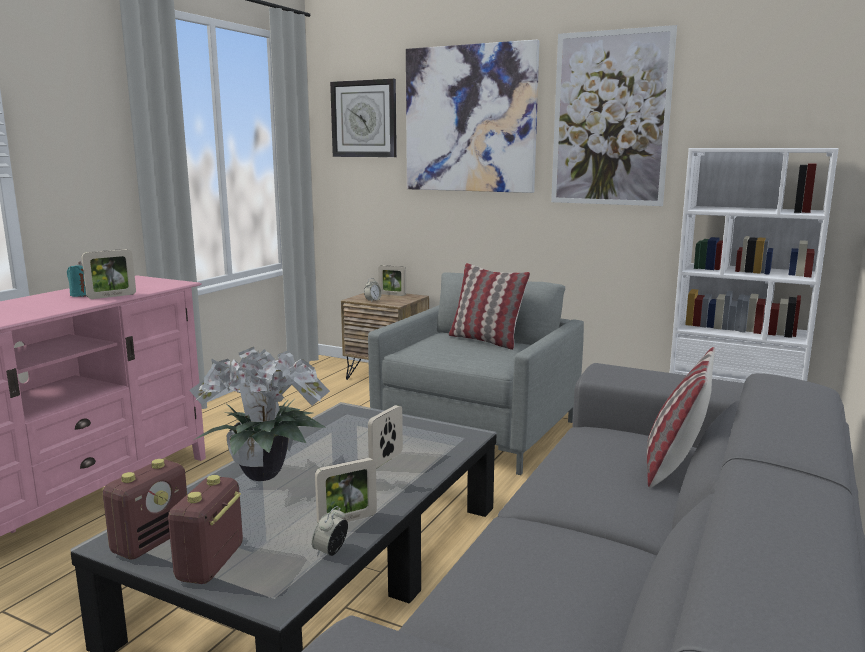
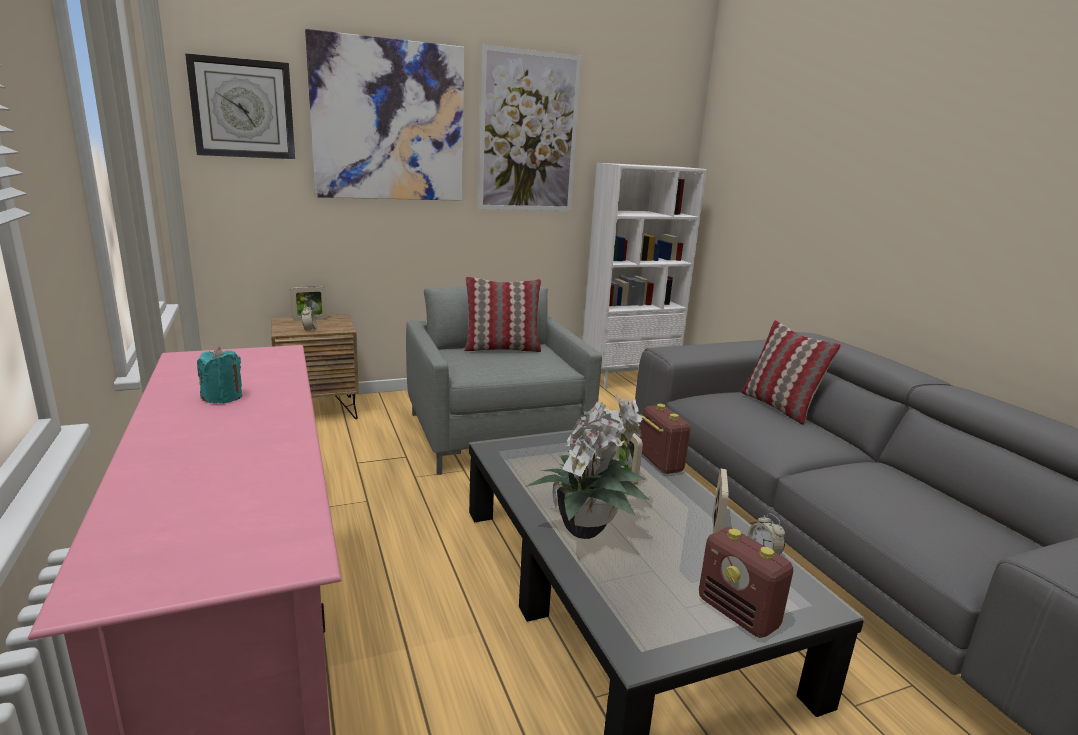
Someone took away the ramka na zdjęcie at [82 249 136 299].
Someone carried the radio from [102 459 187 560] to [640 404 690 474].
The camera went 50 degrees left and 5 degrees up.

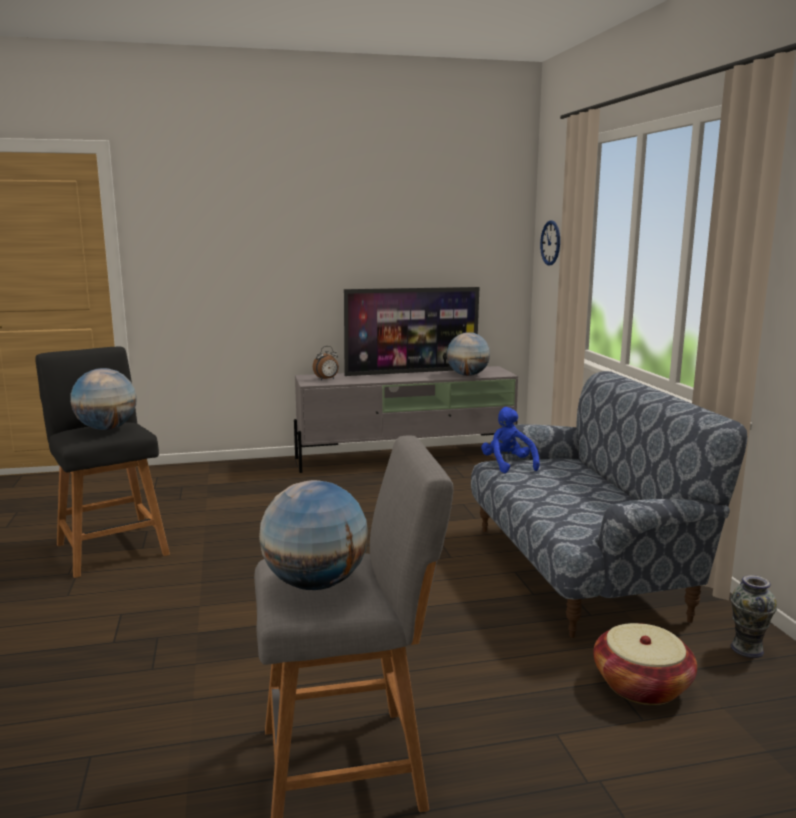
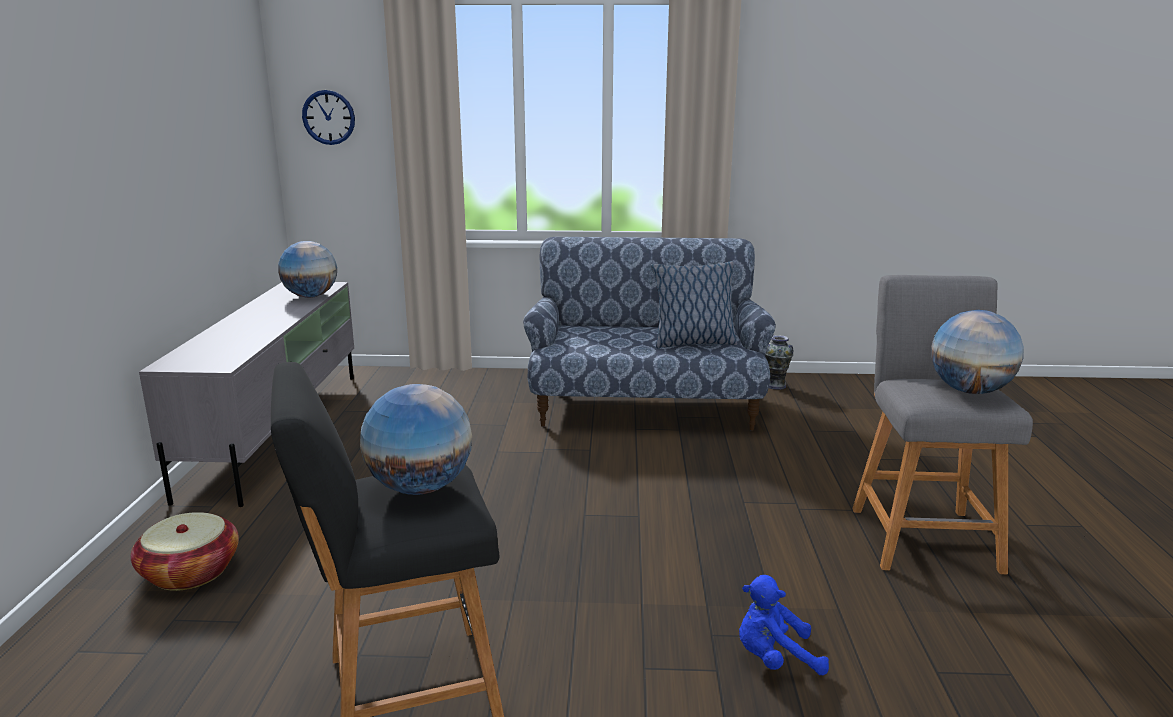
Someone took away the budzik at [313 346 339 380].
Someone took away the telewizor at [344 287 479 376].
Someone put down the poduszka at [651 261 738 349].
Someone carried the pluszak (niebieski) from [481 407 540 473] to [739 575 829 676].
Someone carried the koszyk from [593 623 697 705] to [130 512 239 591].
The camera went 75 degrees left and 5 degrees up.

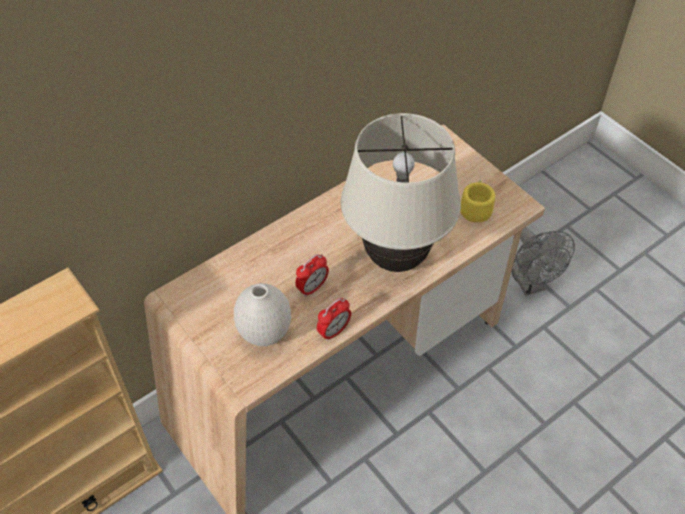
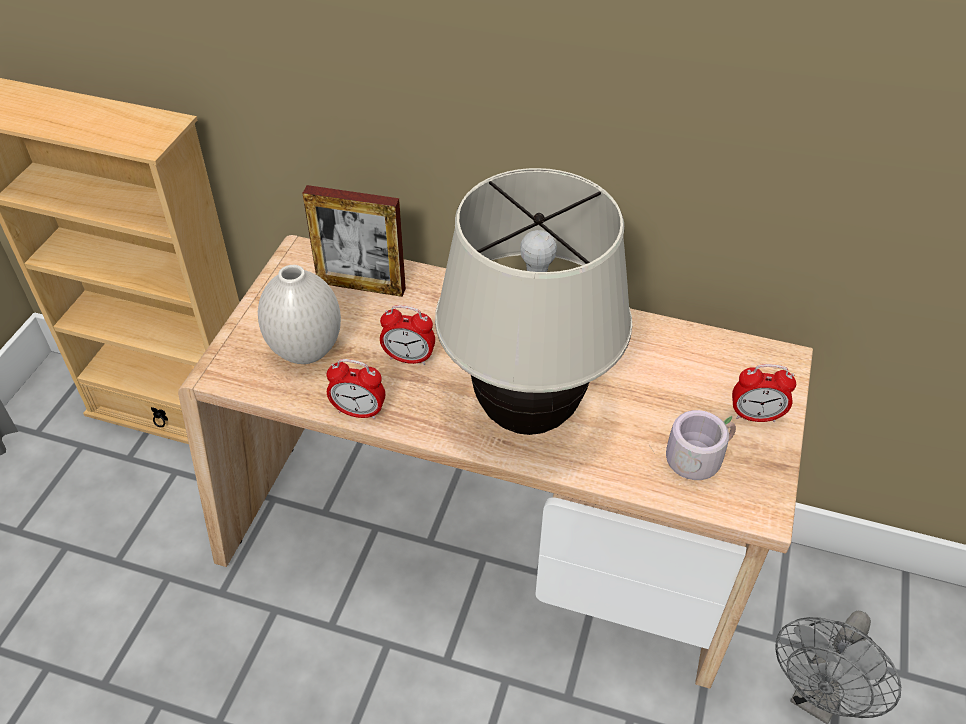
Someone put down the ramka na zdjęcie at [302 185 406 297].
Someone put down the budzik at [732 364 796 422].
Someone repainted the kubek (żółty) at [460 177 495 223], which became the kubek (szary) at [651 410 736 480].
The camera went 55 degrees right and 5 degrees down.

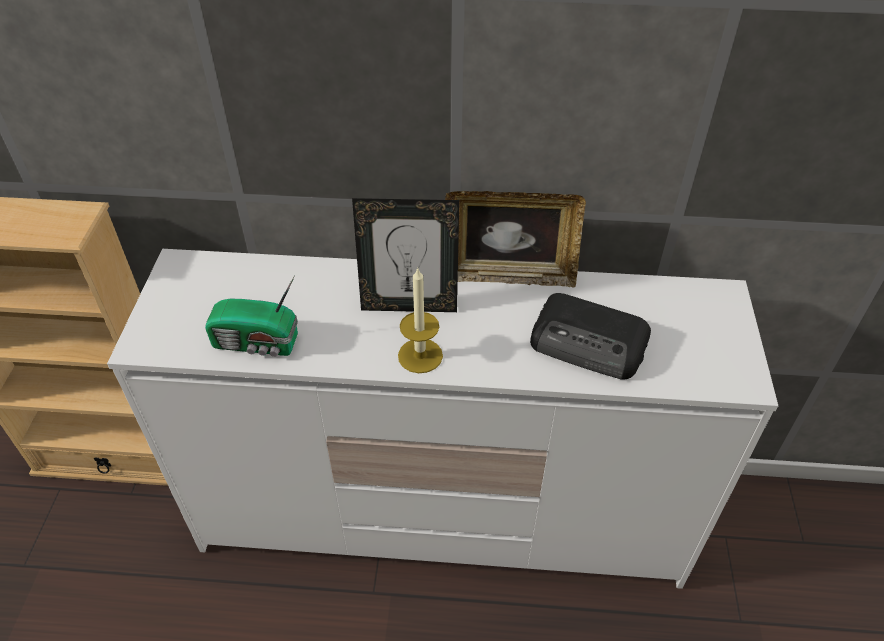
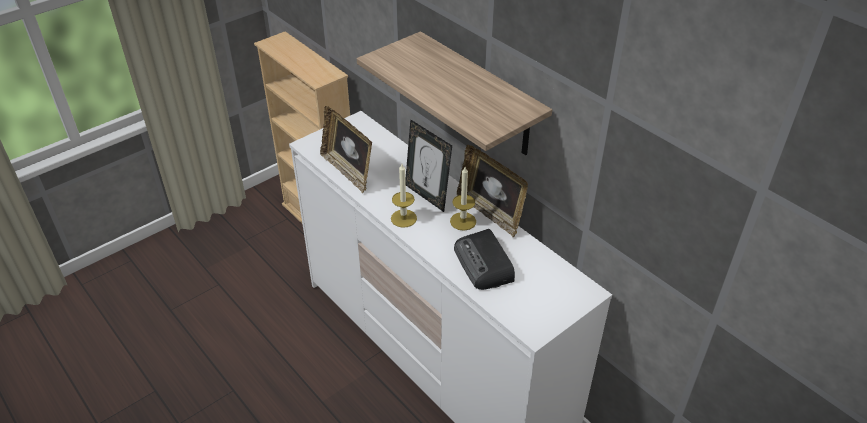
Someone put up the półka at [357 31 552 155].
Someone put down the świeca at [450 167 476 231].
Someone swapped the radio at [205 275 298 357] for the ramka na zdjęcie at [320 106 372 194].
The camera went 45 degrees right and 5 degrees down.

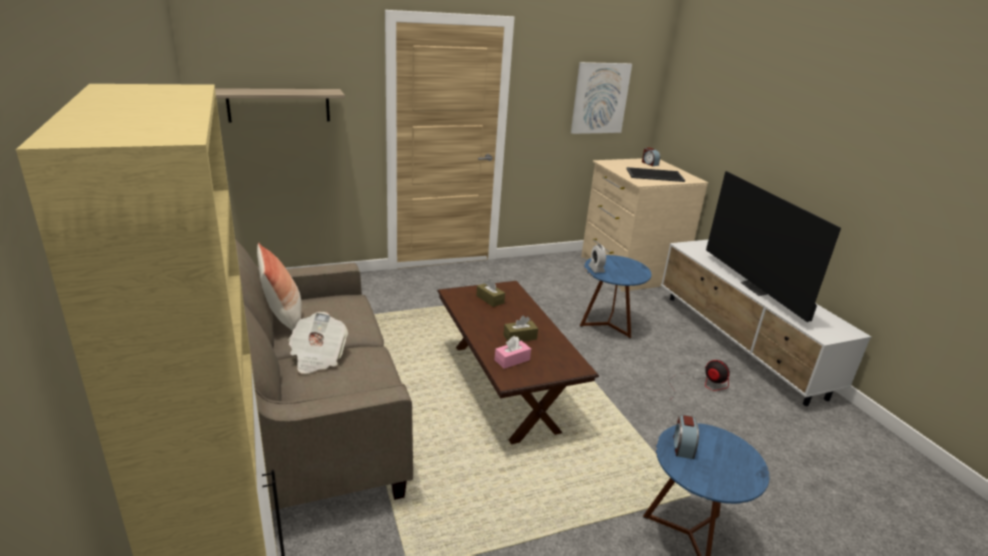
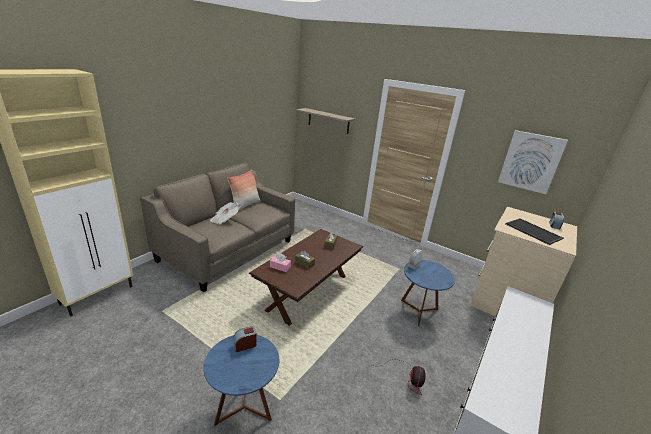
Someone took away the telewizor at [706 171 841 322].
The camera went 55 degrees right and 0 degrees up.

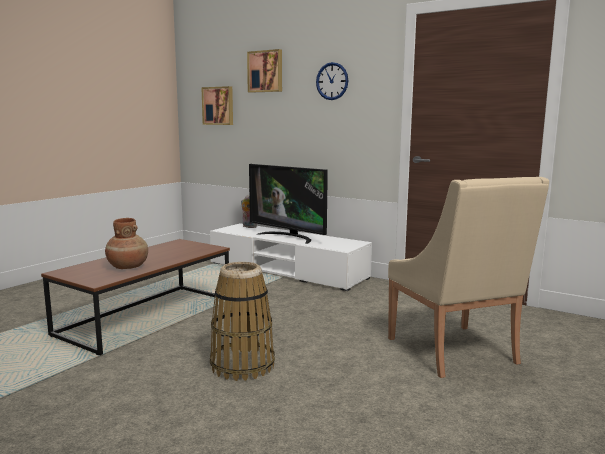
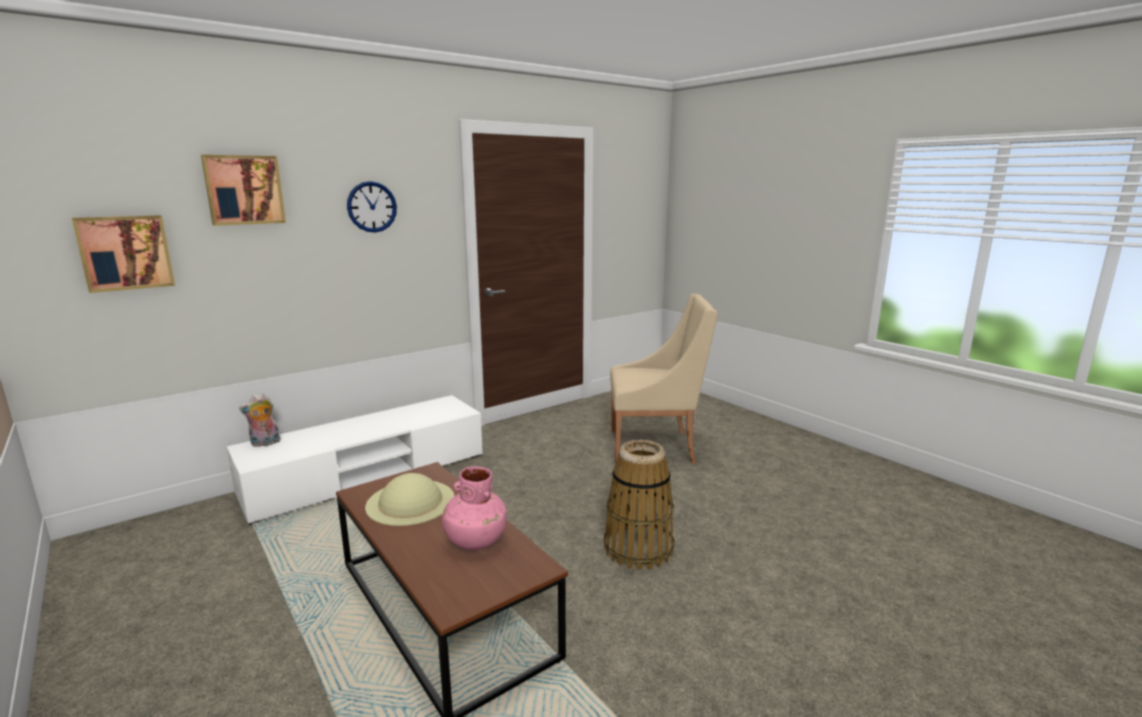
Someone took away the telewizor at [249 164 328 244].
Someone put down the kapelusz (beżowy) at [365 473 454 526].
Someone repainted the wazon (brązowy) at [105 218 148 269], which became the wazon (różowy) at [442 466 507 550].
The camera went 70 degrees left and 5 degrees up.

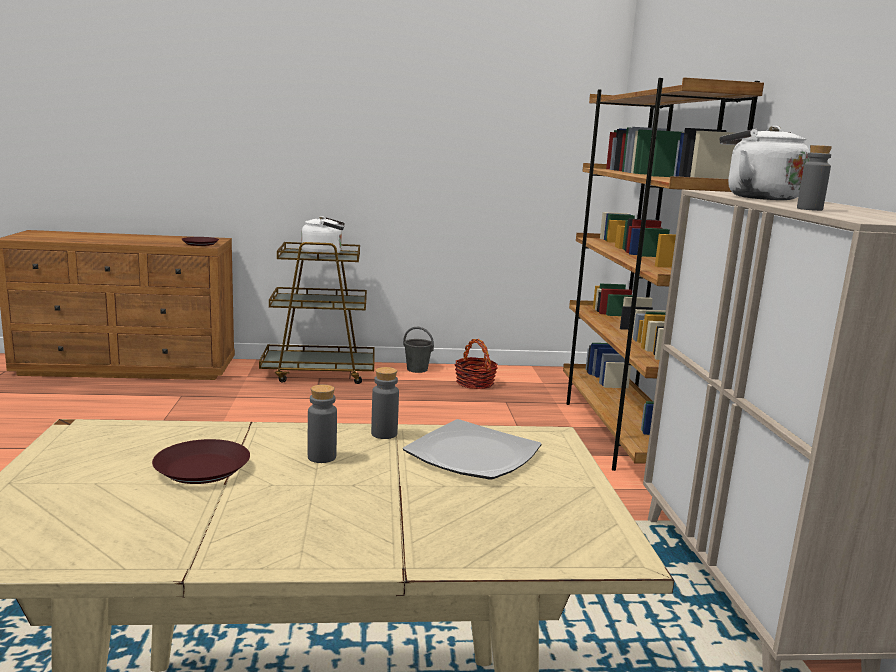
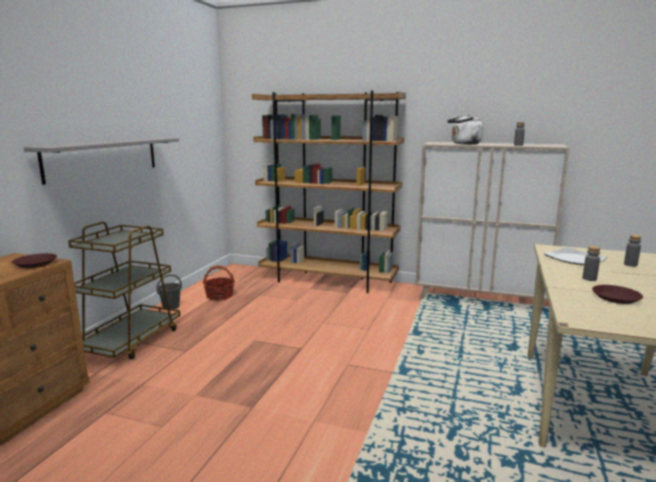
Someone took away the czajnik (biały) at [301 216 345 257].
Someone put up the półka (szary) at [23 138 179 185].
Someone carried the butelka (szary) from [371 367 399 439] to [624 235 641 267].
The camera went 65 degrees left and 0 degrees up.

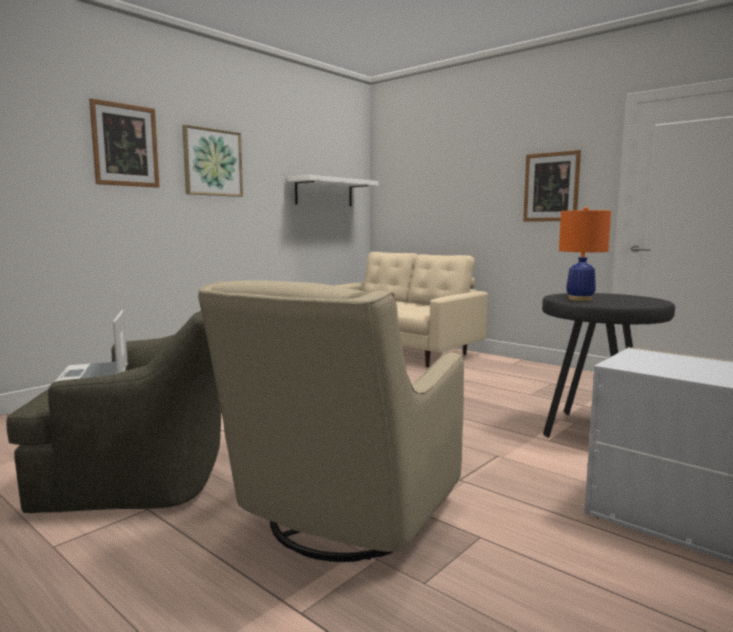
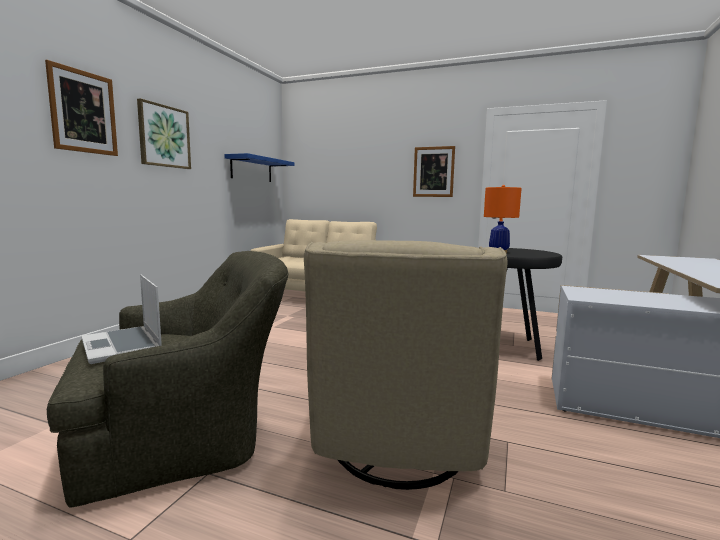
Someone repainted the półka (biały) at [287 175 379 206], which became the półka (niebieski) at [224 153 295 182].
The camera went 20 degrees left and 0 degrees up.

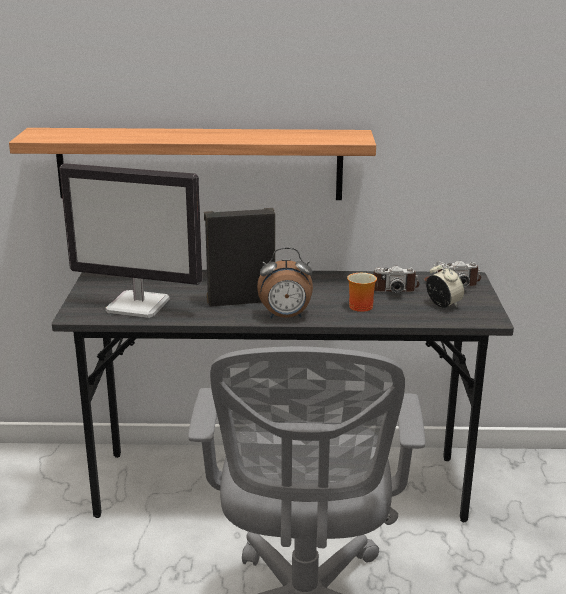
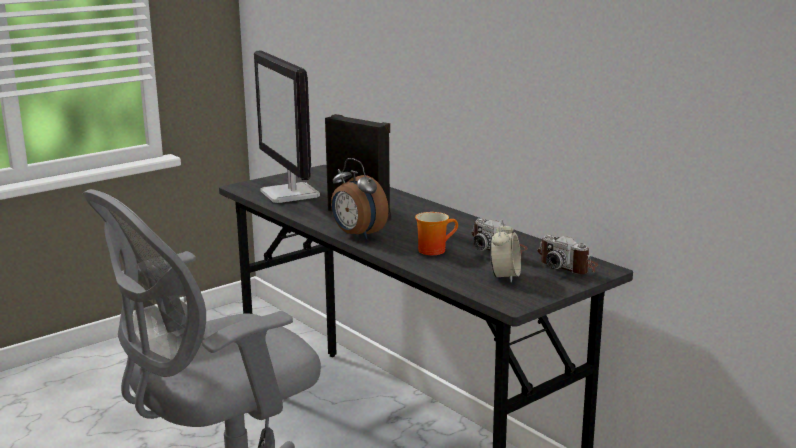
Someone took away the półka at [9 128 376 200].
The camera went 50 degrees right and 5 degrees down.

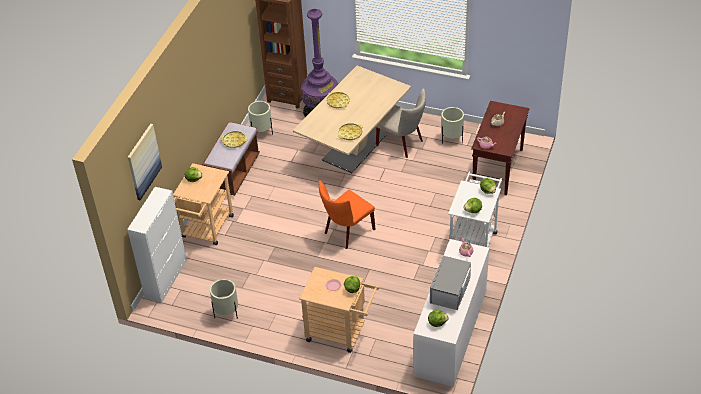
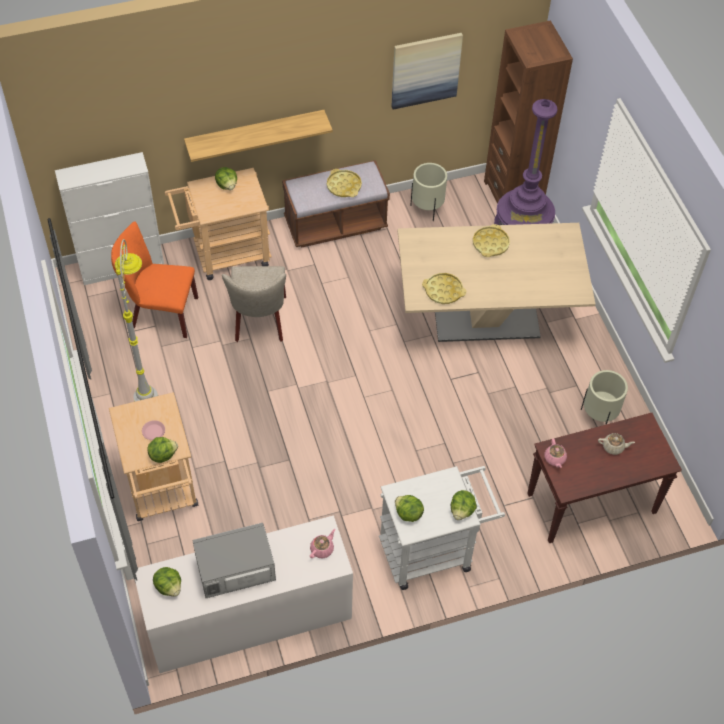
Someone took away the donica (beżowy) at [210 279 238 319].
Someone put down the lampa stojąca (szary) at [115 239 158 402].
Someone put up the półka at [184 110 333 162].
Someone carried the obraz from [128 124 162 200] to [391 33 463 110].
Someone carried the krzesło (pomarańczowy) from [319 180 375 249] to [111 222 198 338].
Someone carried the krzesło (beżowy) from [376 88 426 158] to [222 266 286 342].
The camera went 50 degrees right and 10 degrees up.

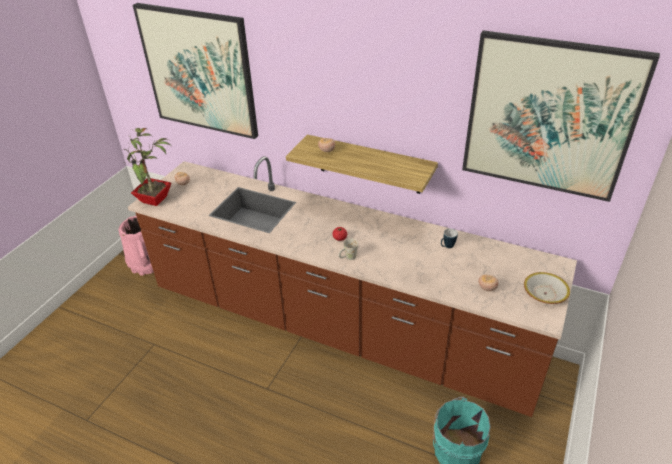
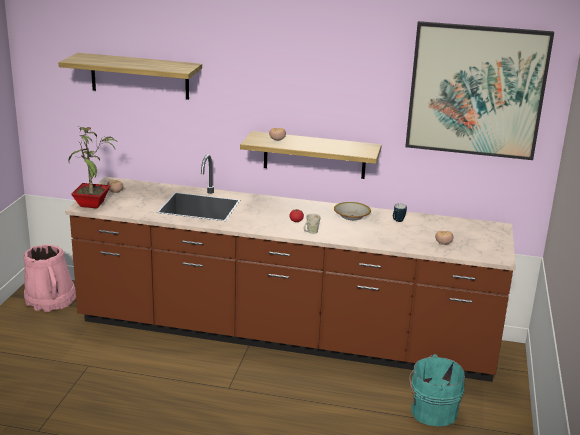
Someone carried the miska from [524 272 570 304] to [334 202 371 220].
Someone swapped the obraz at [133 3 258 139] for the półka at [58 53 202 100].
The camera went 15 degrees left and 15 degrees down.

